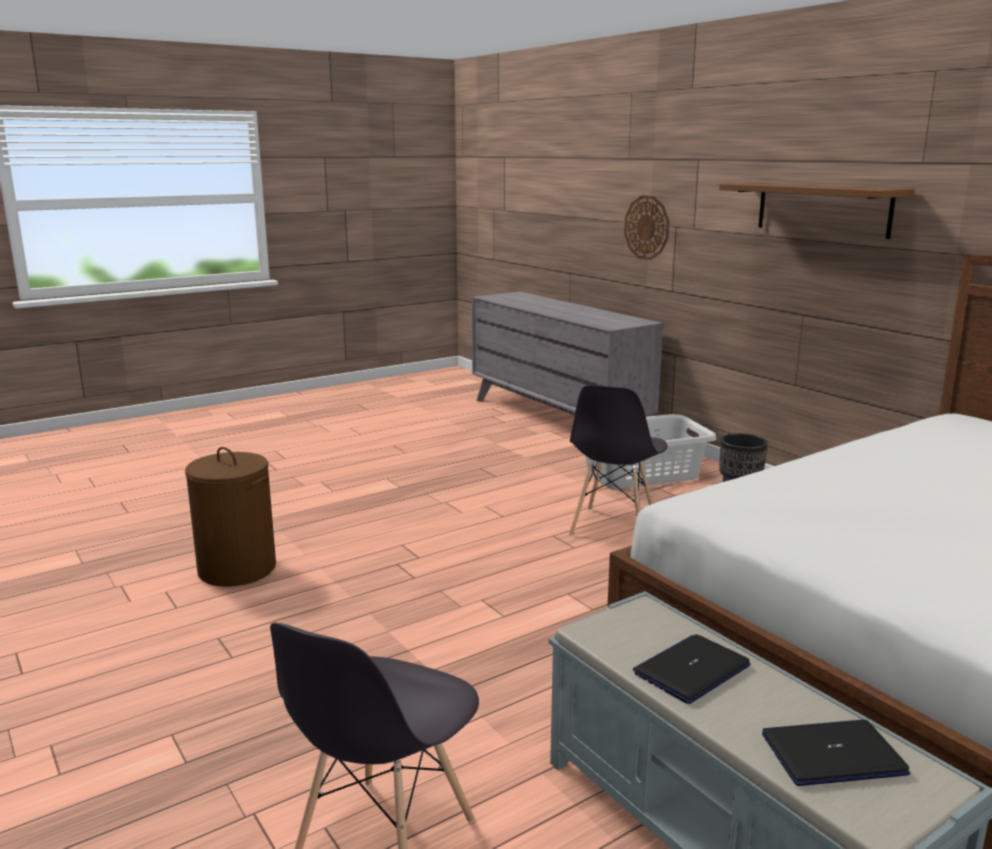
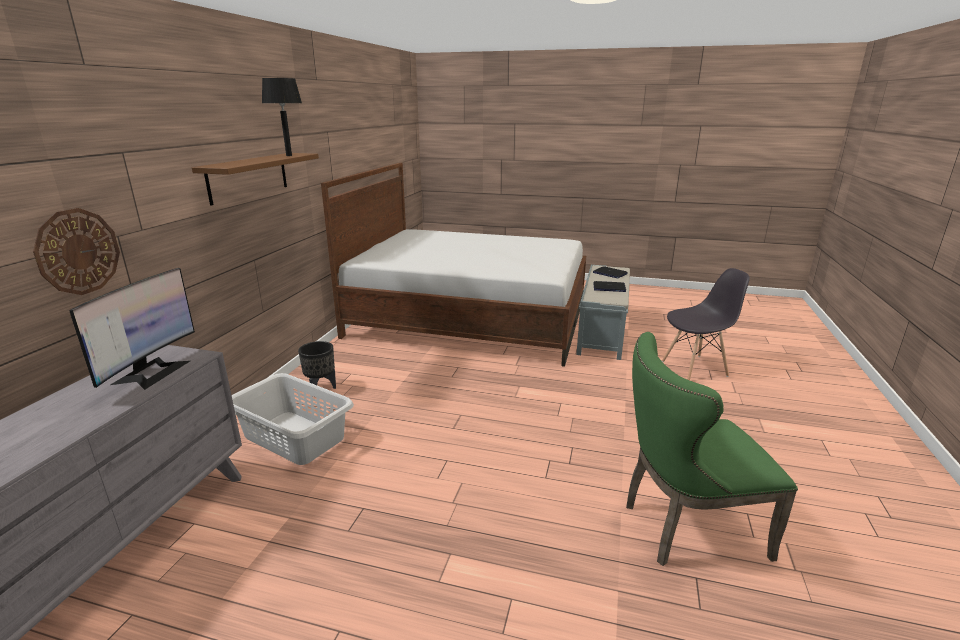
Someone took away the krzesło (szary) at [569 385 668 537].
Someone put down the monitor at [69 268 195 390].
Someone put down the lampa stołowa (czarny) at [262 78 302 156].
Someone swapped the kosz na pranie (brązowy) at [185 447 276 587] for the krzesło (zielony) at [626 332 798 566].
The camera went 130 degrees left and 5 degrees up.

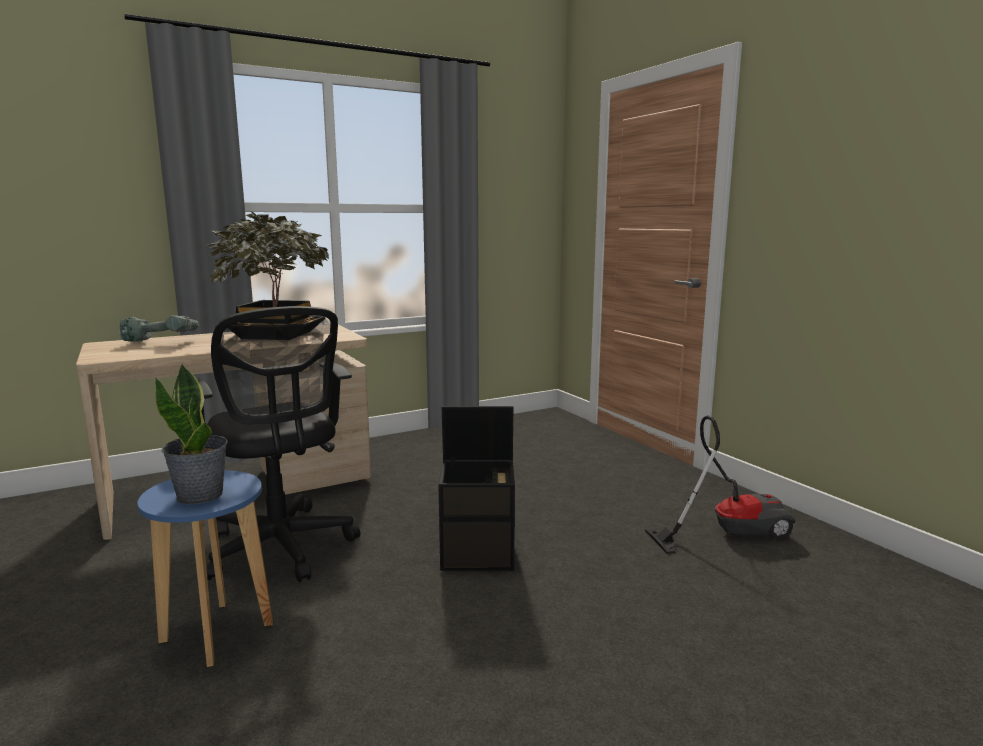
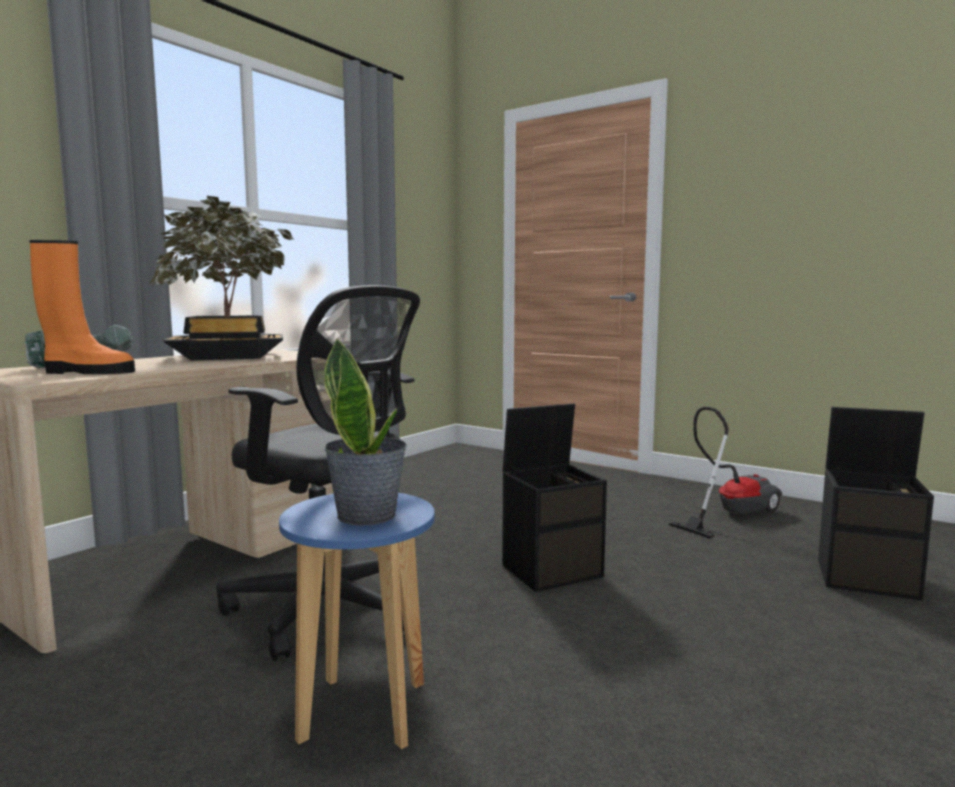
Someone put down the but z cholewką (pomarańczowy) at [29 240 135 374].
Someone put down the pojemnik do przechowywania (czarny) at [818 407 934 601].
The camera went 25 degrees left and 5 degrees down.

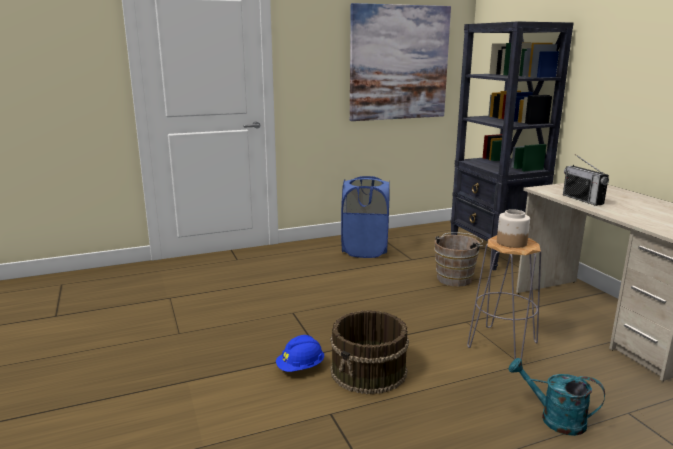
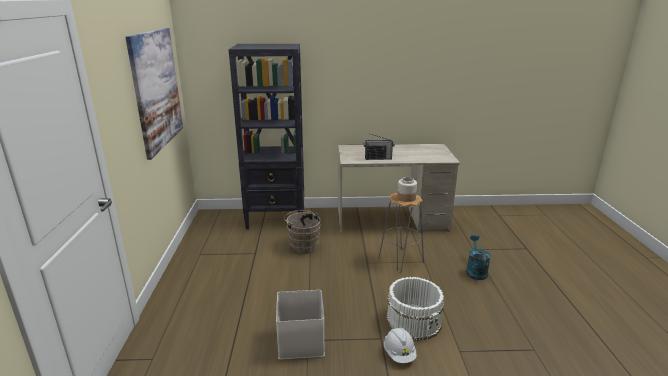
Someone took away the kosz na pranie (niebieski) at [341 176 390 258].
Someone put down the pojemnik do przechowywania (biały) at [276 290 325 360].
Someone repainted the kask (niebieski) at [276 335 324 372], which became the kask (biały) at [384 328 417 363].
Someone repainted the wiadro (brązowy) at [330 310 409 394], which became the wiadro (biały) at [386 277 444 341].
Someone rotated the konewka (turkusowy) at [508 358 605 436] by 135 degrees clockwise.
The camera went 70 degrees left and 5 degrees up.

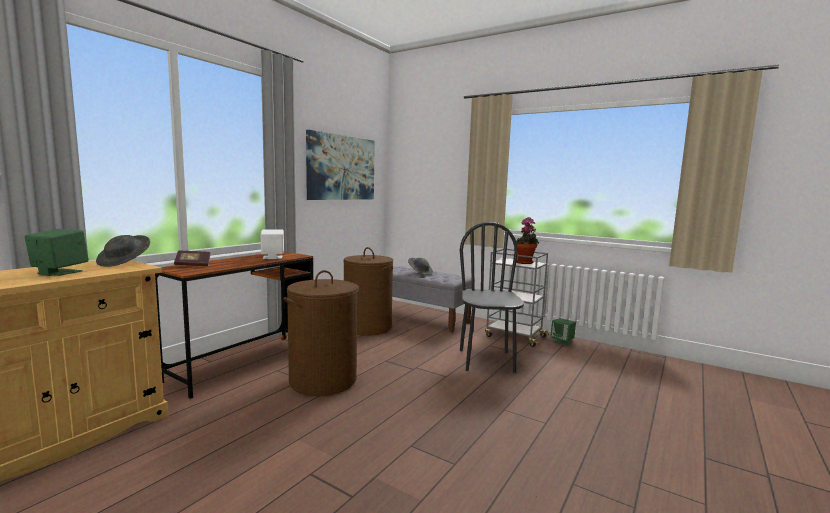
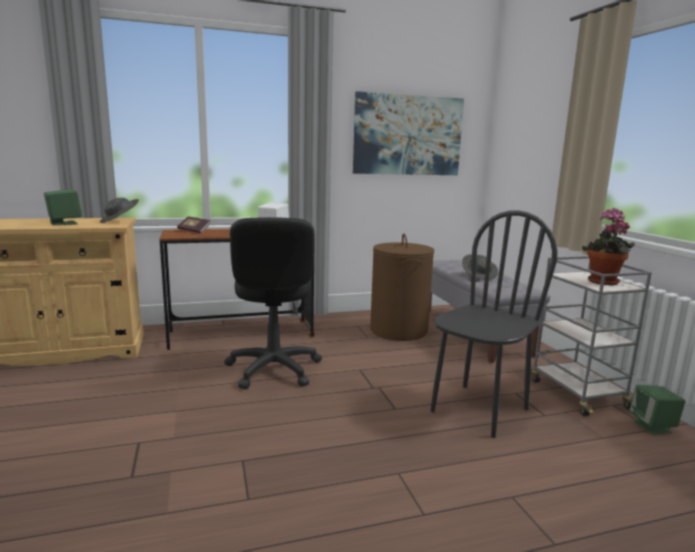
Someone swapped the kosz na pranie (brązowy) at [283 270 359 396] for the krzesło biurowe (czarny) at [224 217 322 389].
The camera went 40 degrees right and 5 degrees up.

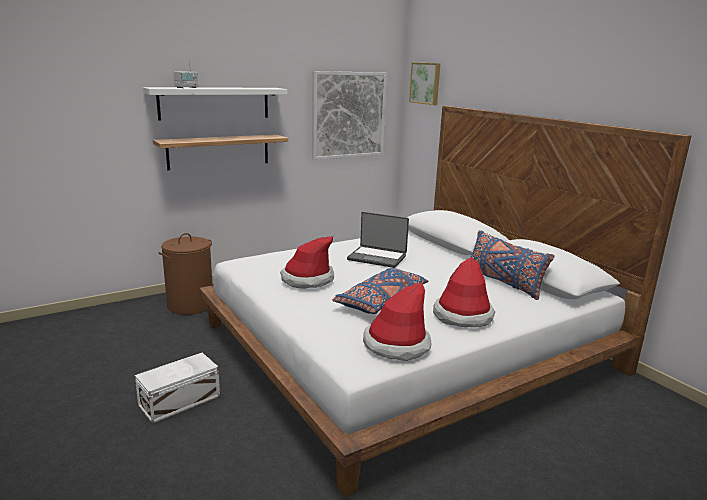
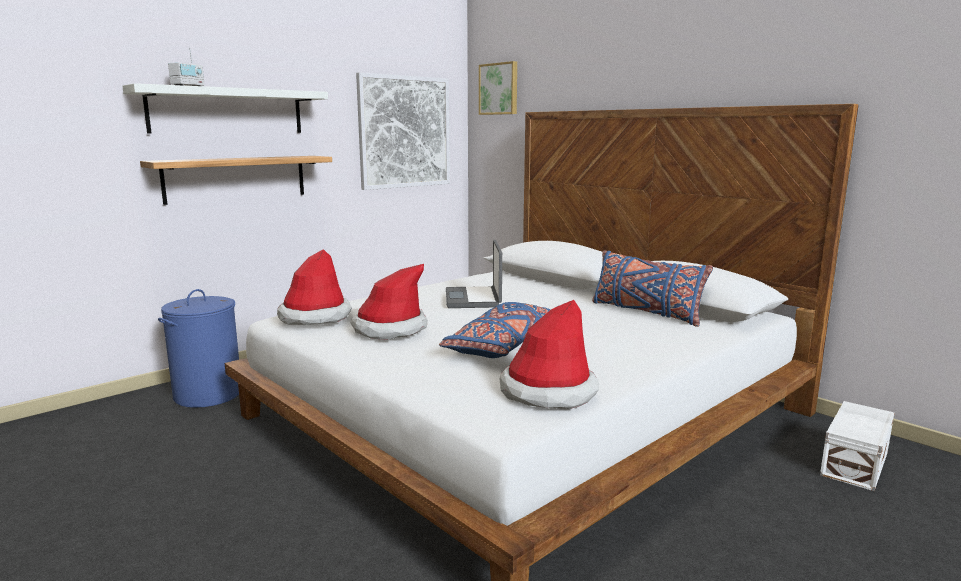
Someone carried the pojemnik do przechowywania (biały) from [135 353 220 424] to [820 401 894 491].
Someone carried the kapelusz from [433 257 495 327] to [277 249 352 325].
Someone repainted the kosz na pranie (brązowy) at [159 233 213 315], which became the kosz na pranie (niebieski) at [158 289 239 408].
Someone rotated the laptop at [347 212 409 268] by 75 degrees clockwise.
The camera went 10 degrees left and 5 degrees down.

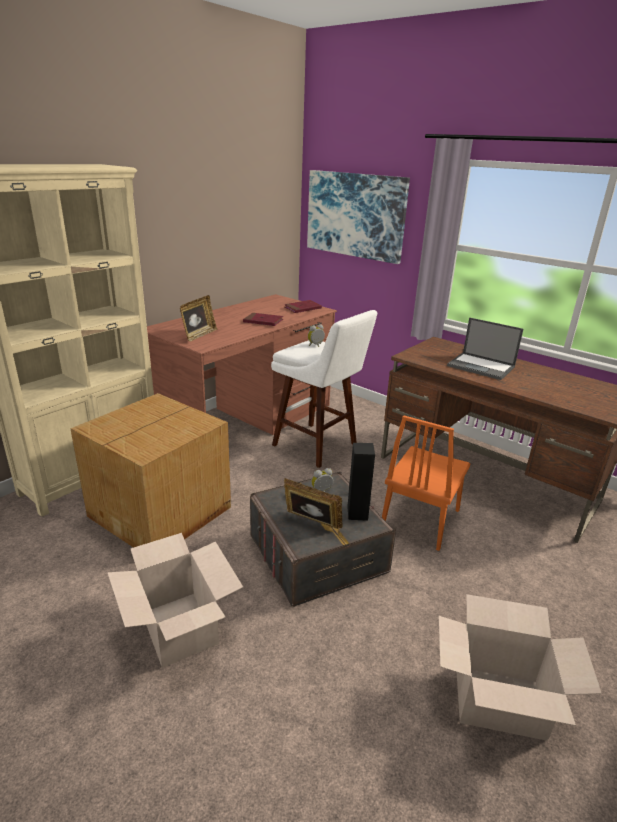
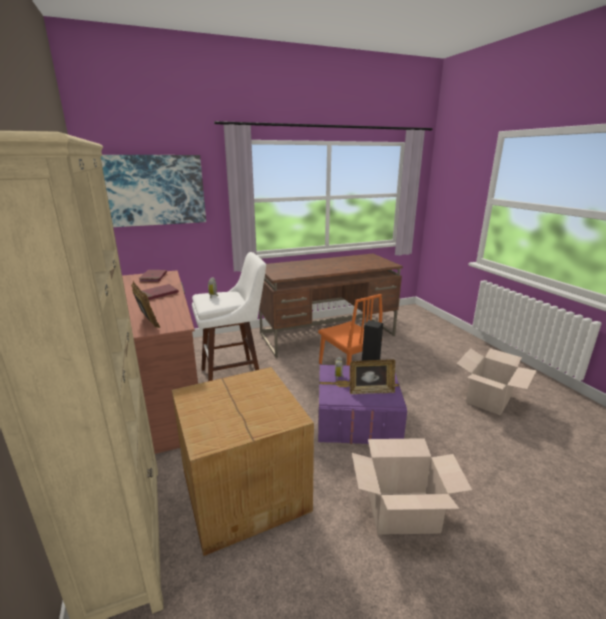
Someone took away the laptop at [447 317 523 380].
Someone repainted the pojemnik do przechowywania (szary) at [250 472 396 607], which became the pojemnik do przechowywania (fioletowy) at [318 363 407 444].
Someone rotated the ramka na zdjęcie at [284 478 343 529] by 150 degrees counterclockwise.
The camera went 60 degrees left and 5 degrees down.

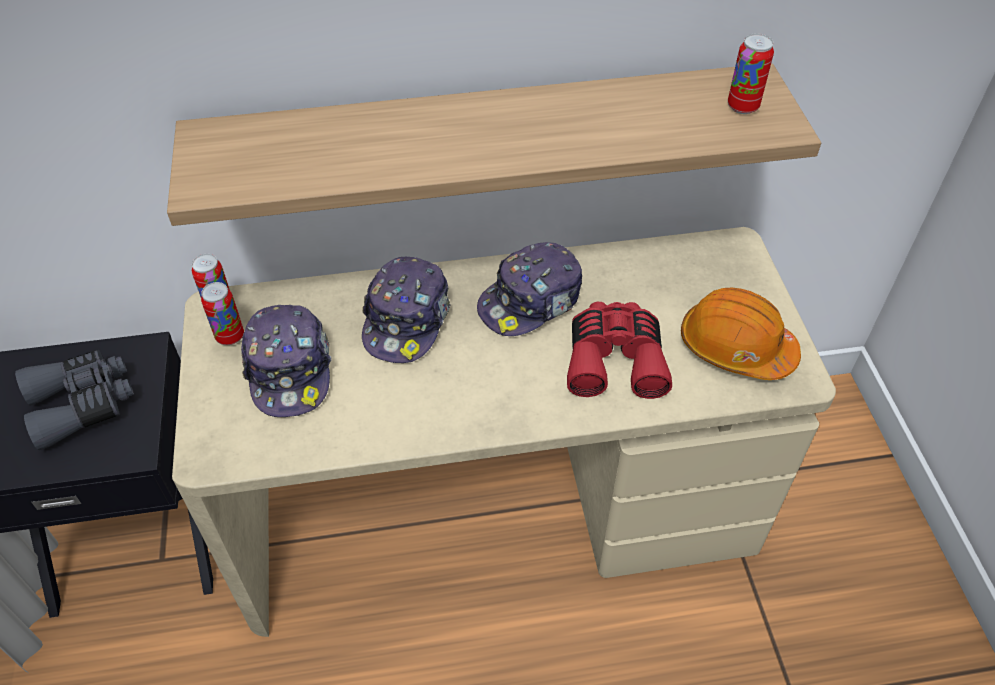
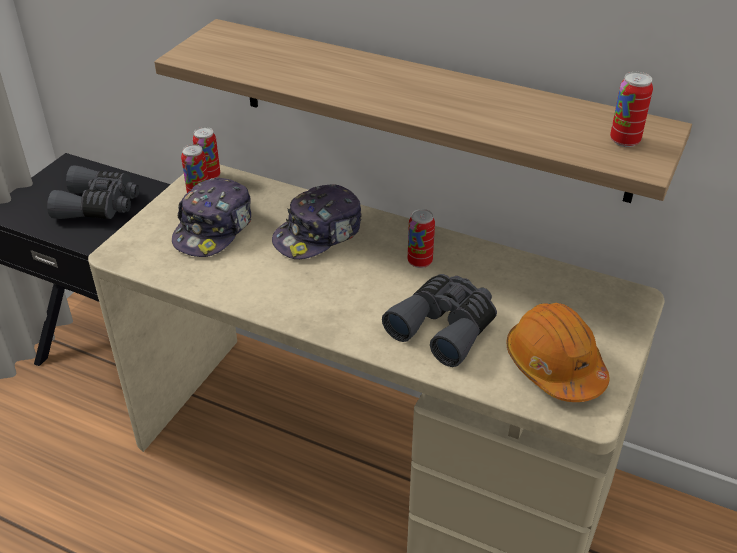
Someone swapped the czapka z daszkiem at [477 242 582 336] for the puszka at [408 209 435 268].
Someone repainted the lornetka (czerwony) at [567 302 672 399], which became the lornetka (szary) at [382 274 497 367].
The camera went 35 degrees right and 10 degrees down.

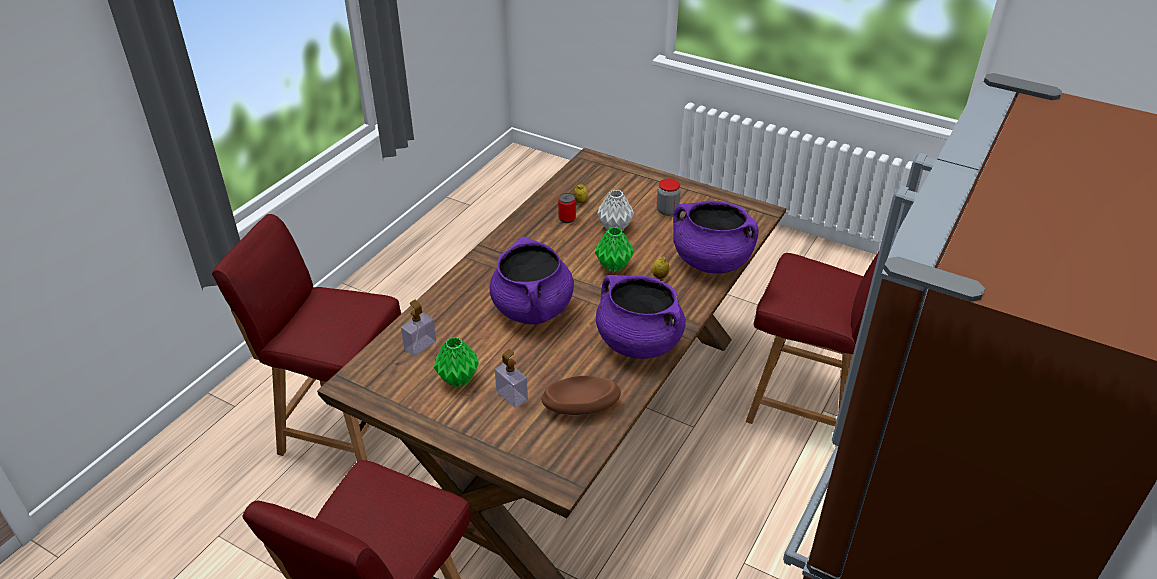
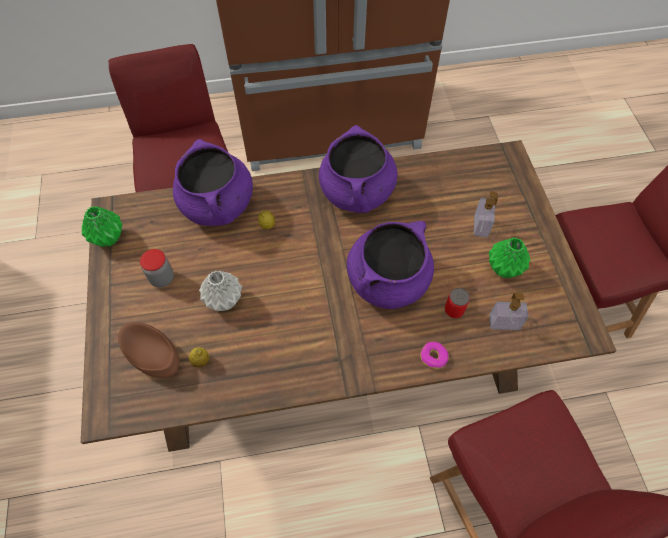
Someone put down the donut at [420 342 449 369].
Someone carried the miska (brązowy) from [542 376 621 415] to [118 322 180 378].
Someone carried the puszka from [558 193 576 223] to [445 288 470 318].
Someone carried the wazon (zielony) from [595 227 634 272] to [82 206 122 247].
The camera went 130 degrees left and 20 degrees up.

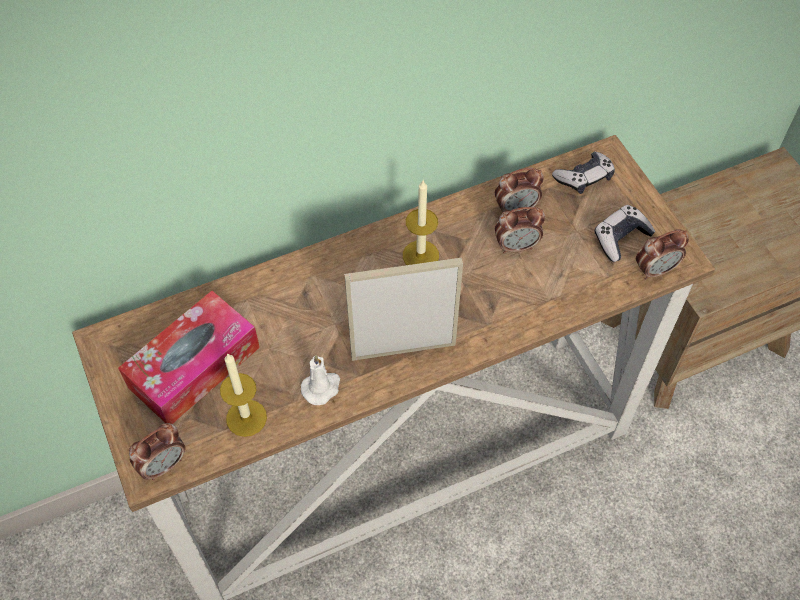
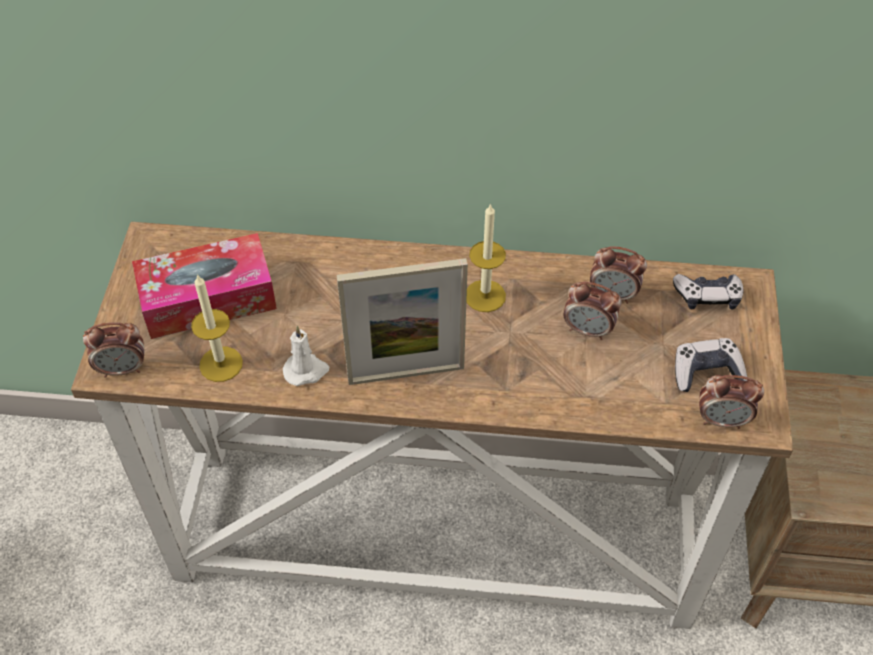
Someone rotated the ramka na zdjęcie at [344 258 463 361] by 150 degrees clockwise.
The camera went 30 degrees right and 5 degrees down.

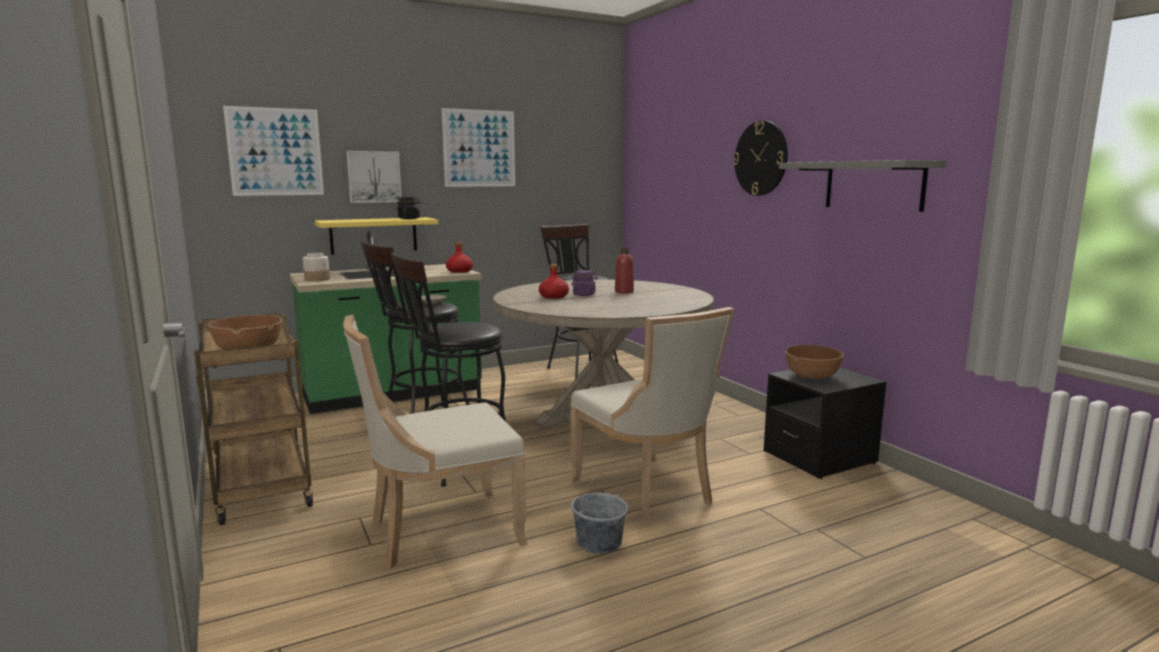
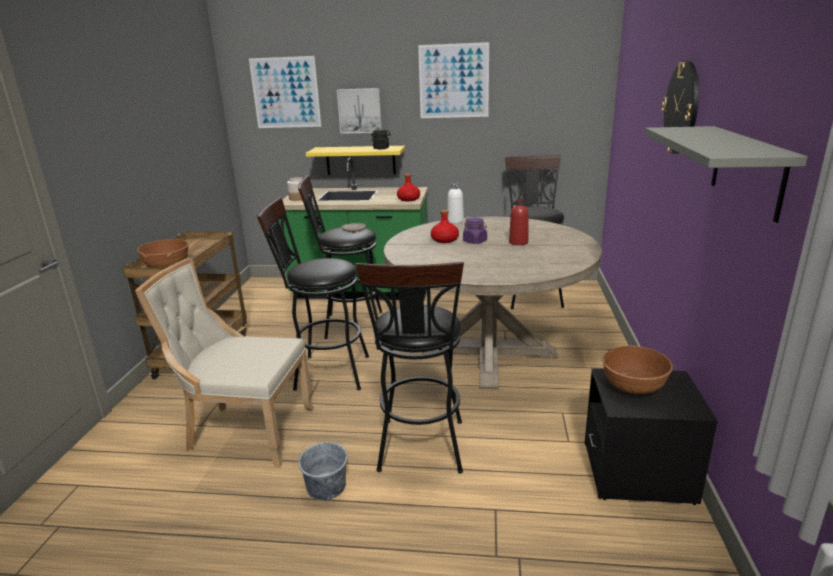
Someone put down the butelka (biały) at [447 183 464 224].
Someone swapped the krzesło (beżowy) at [569 307 734 524] for the stołek (czarny) at [355 262 464 473].
The camera went 35 degrees right and 10 degrees up.

